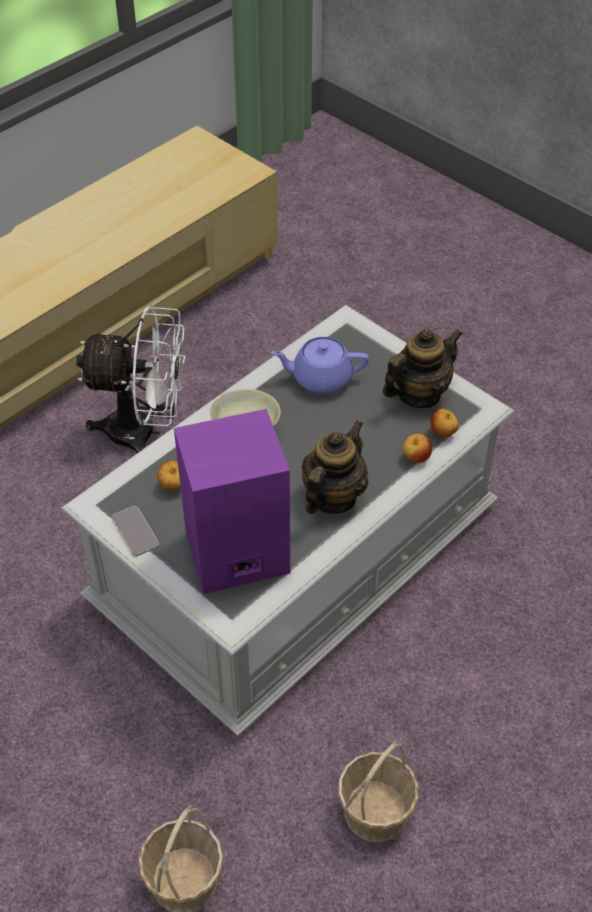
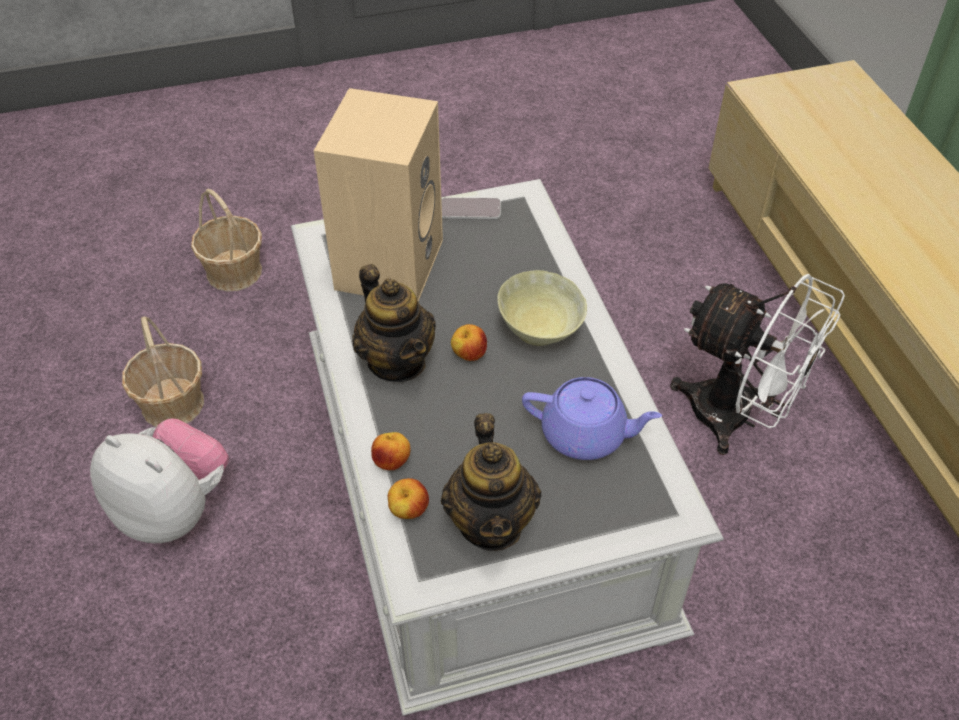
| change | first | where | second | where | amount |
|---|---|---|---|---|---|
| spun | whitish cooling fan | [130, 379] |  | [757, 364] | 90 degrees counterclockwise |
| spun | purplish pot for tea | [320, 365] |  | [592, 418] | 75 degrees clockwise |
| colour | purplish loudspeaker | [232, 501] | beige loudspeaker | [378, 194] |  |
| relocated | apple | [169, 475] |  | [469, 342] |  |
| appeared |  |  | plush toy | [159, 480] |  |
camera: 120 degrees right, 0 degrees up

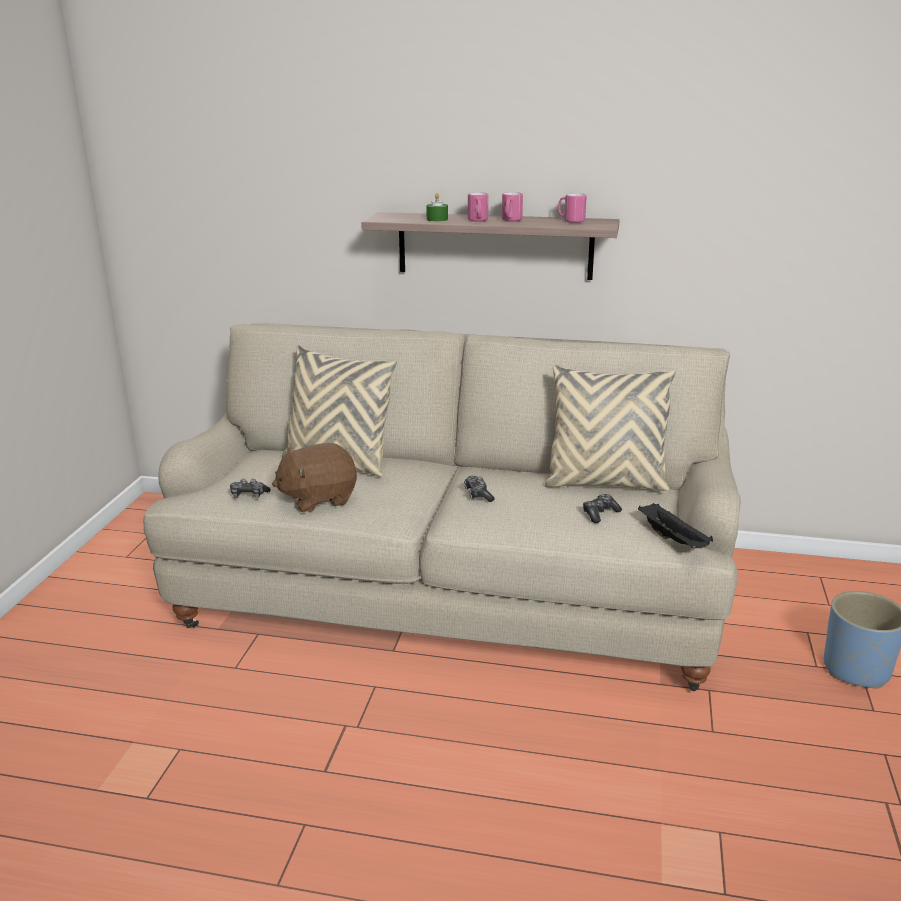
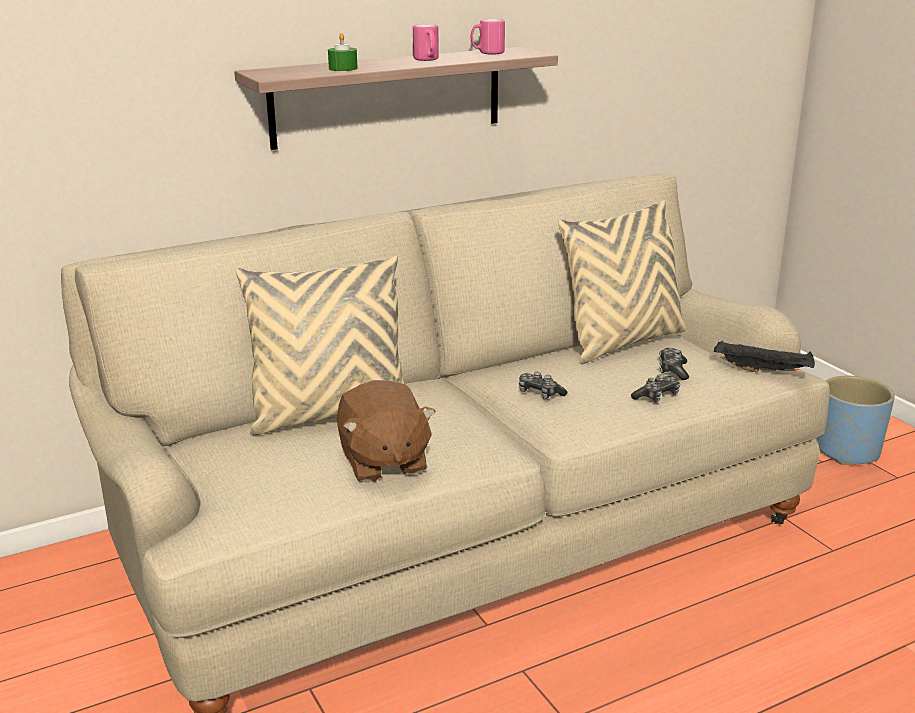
| change | first | where | second | where | amount |
|---|---|---|---|---|---|
| missing | pinkish mug | [478, 207] |  |  |  |
| spun | brown plush toy | [314, 477] |  | [386, 431] | 45 degrees counterclockwise |
| relocated | gamepad | [250, 488] |  | [655, 388] |  |
camera: 40 degrees left, 0 degrees up

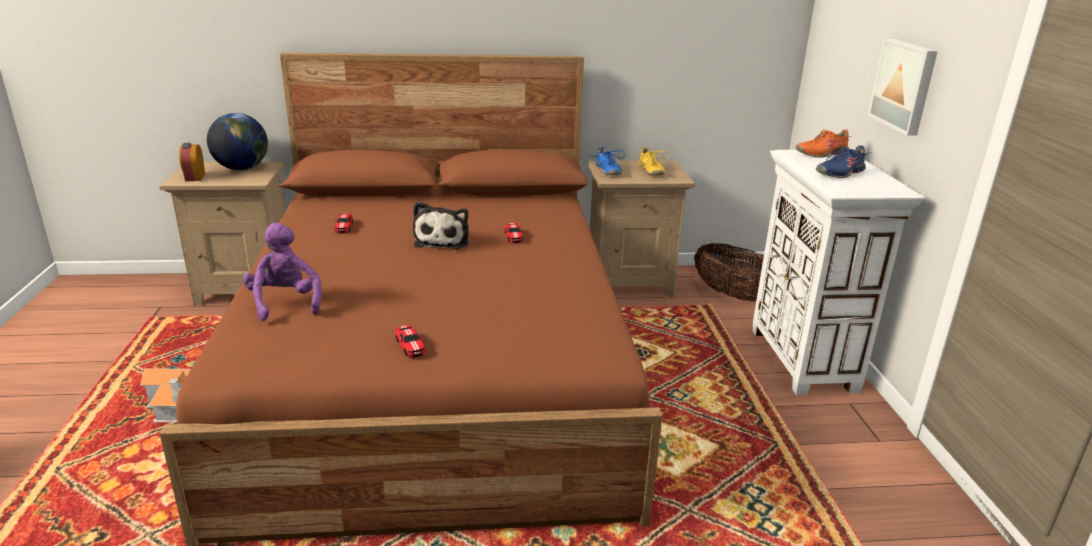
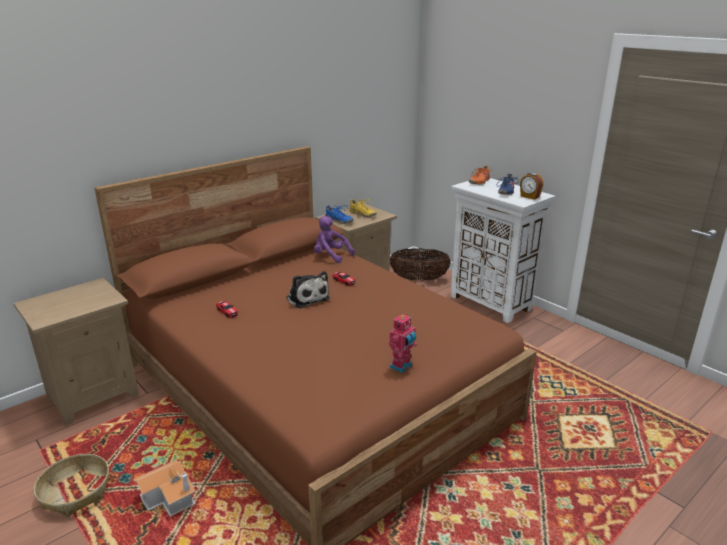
| change | first | where | second | where | amount |
|---|---|---|---|---|---|
| missing | wall picture | [903, 87] |  |  |  |
| missing | world globe | [237, 141] |  |  |  |
| relocated | alarm clock | [192, 162] |  | [532, 186] |  |
| relocated | purplish plush toy | [282, 272] |  | [334, 239] |  |
| exchanged | toy car | [410, 341] | model robot | [403, 343] |  |
| appeared |  |  | household basket | [71, 485] |  |
camera: 35 degrees left, 0 degrees up

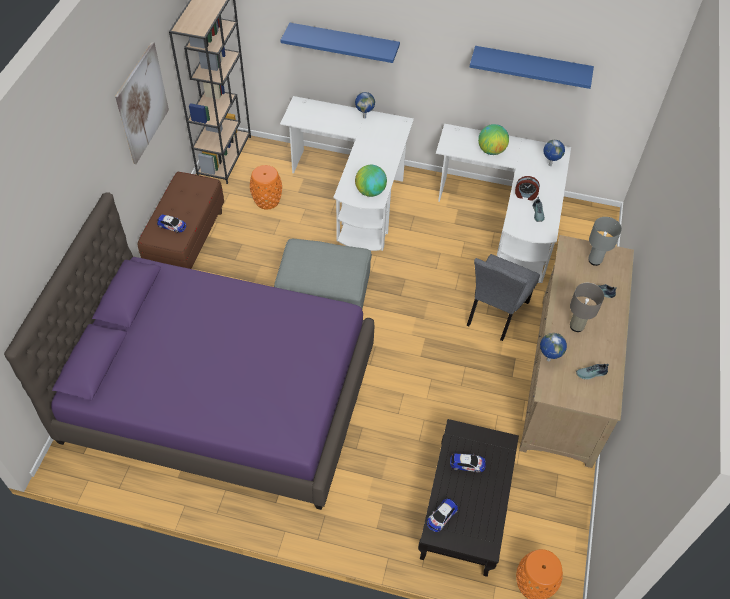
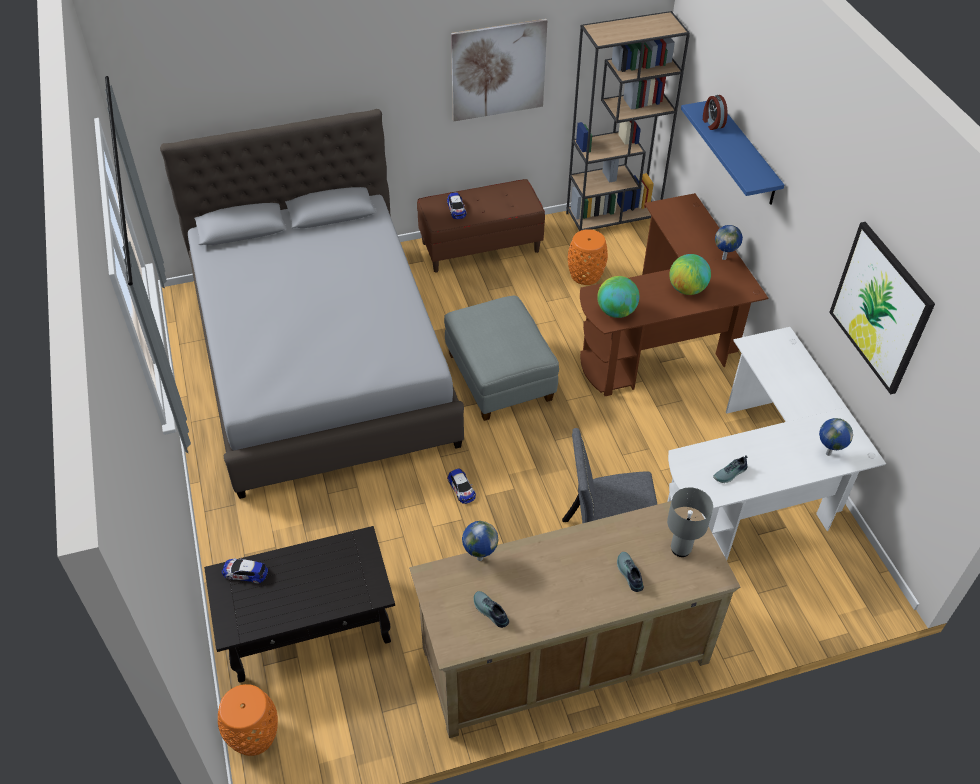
| change | first | where | second | where | amount |
|---|---|---|---|---|---|
| exchanged | blue wall shelf | [532, 67] | wall picture | [882, 308] |  |
| colour | whitish desk | [347, 173] | brown desk | [674, 294] |  |
| relocated | world globe | [493, 139] |  | [690, 274] |  |
| relocated | alarm clock | [527, 188] |  | [715, 112] |  |
| colour | purplish bed | [189, 351] | gray bed | [312, 304] |  |
| missing | gray lamp for a table | [587, 307] |  |  |  |
| relocated | toy car | [468, 463] |  | [461, 486] |  |
camera: 60 degrees right, 5 degrees down

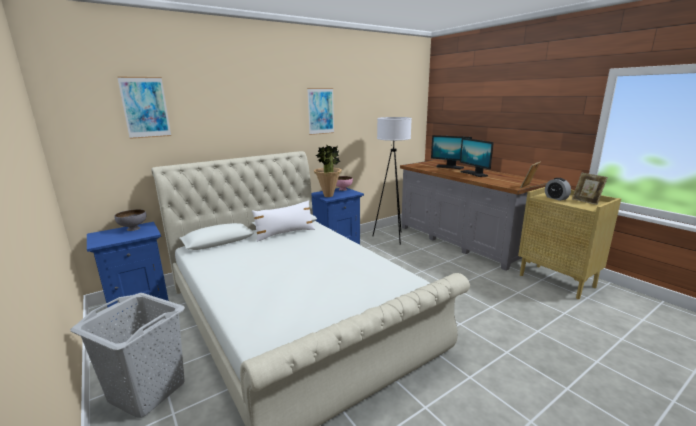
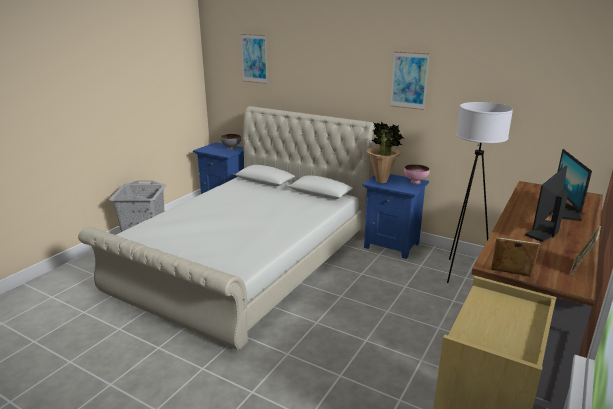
| change | first | where | second | where | amount |
|---|---|---|---|---|---|
| relocated | standing frame | [590, 189] |  | [585, 250] |  |
| missing | alarm clock | [558, 189] |  |  |  |
| missing | whitish cushion | [283, 221] |  |  |  |
camera: 65 degrees right, 5 degrees up

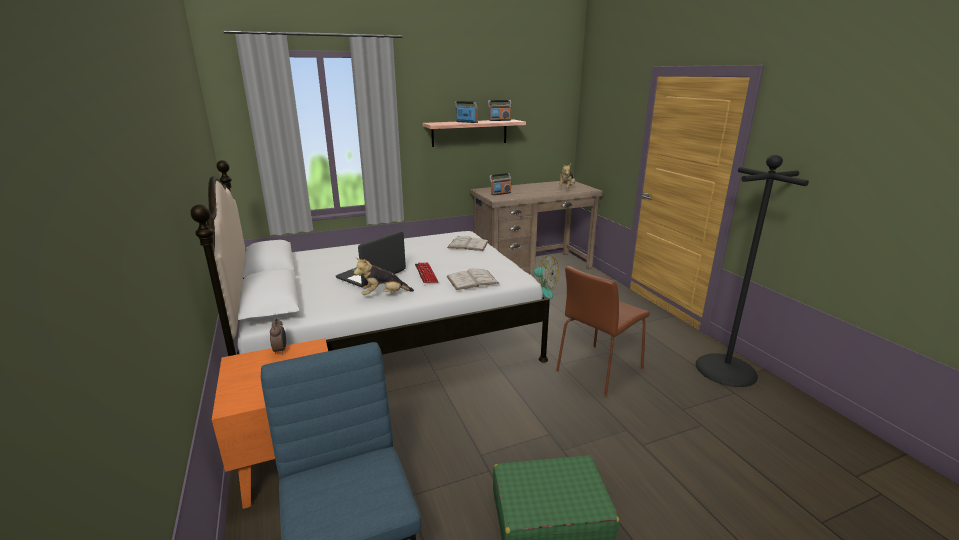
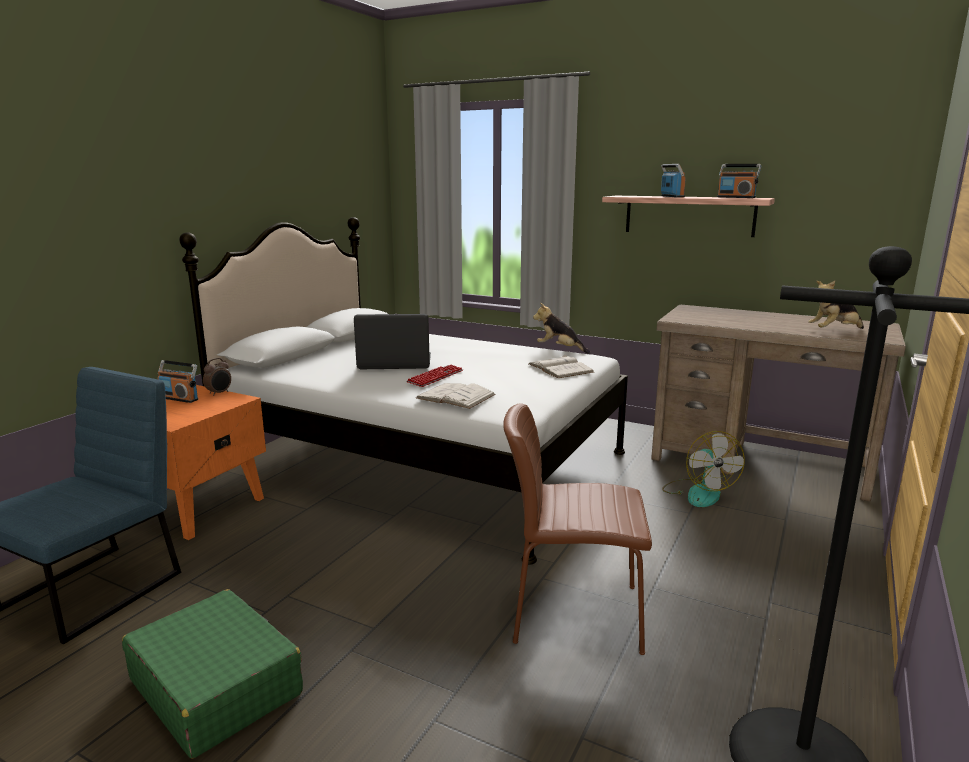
| change | first | where | second | where | amount |
|---|---|---|---|---|---|
| relocated | radio | [500, 184] |  | [177, 381] |  |
| relocated | plush toy | [384, 276] |  | [562, 328] |  |
camera: 50 degrees right, 5 degrees down

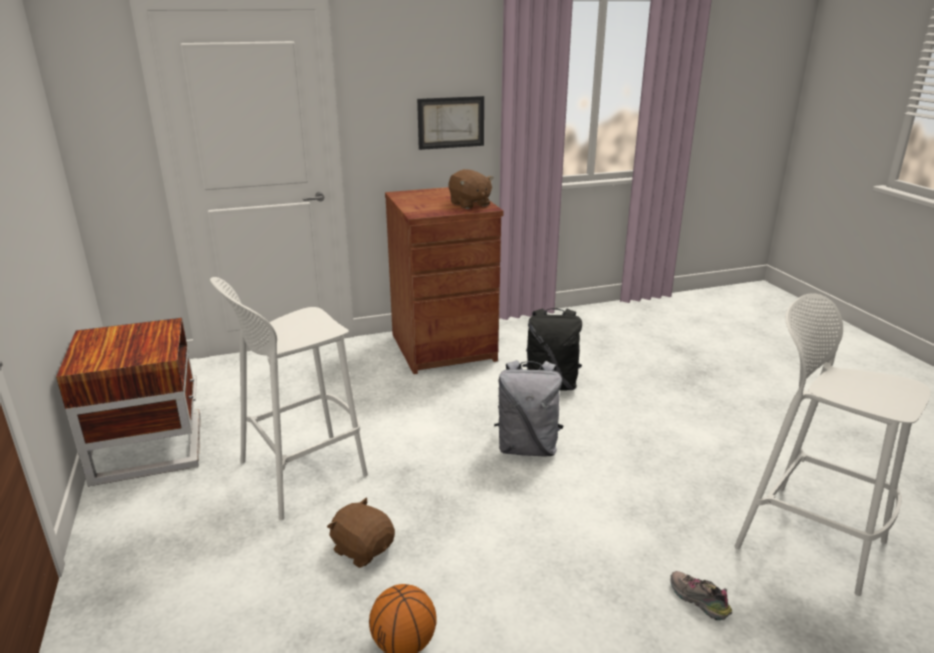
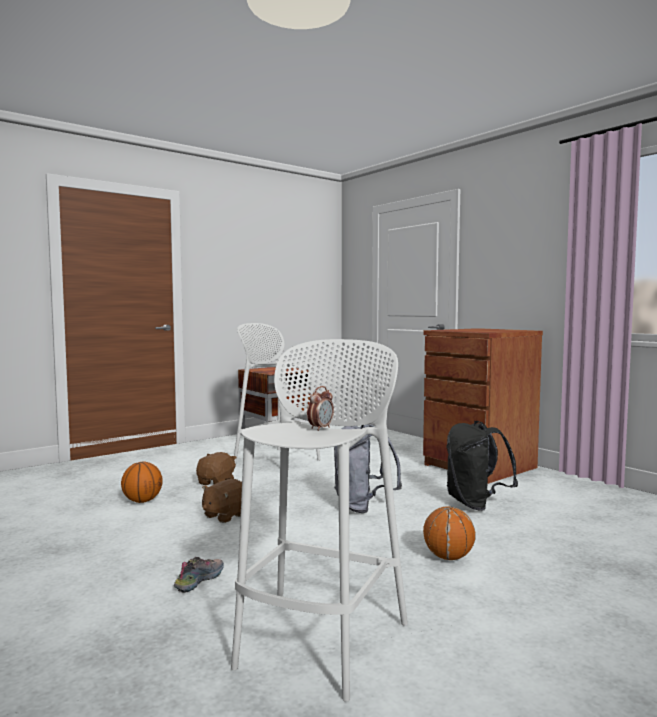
| change | first | where | second | where | amount |
|---|---|---|---|---|---|
| missing | wall picture | [450, 123] |  |  |  |
| relocated | brown plush toy | [471, 189] |  | [222, 501] |  |
| appeared |  |  | alarm clock | [320, 408] |  |
| appeared |  |  | basketball | [449, 533] |  |
camera: 70 degrees right, 20 degrees down

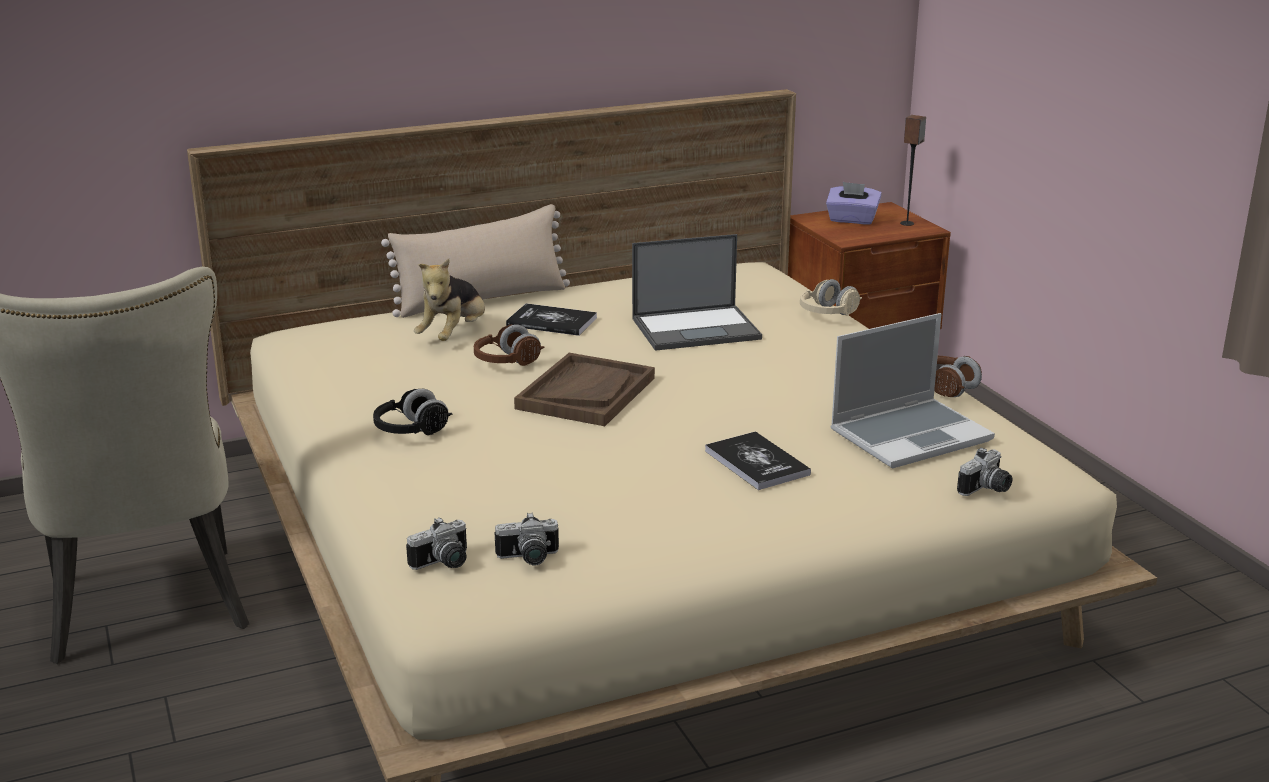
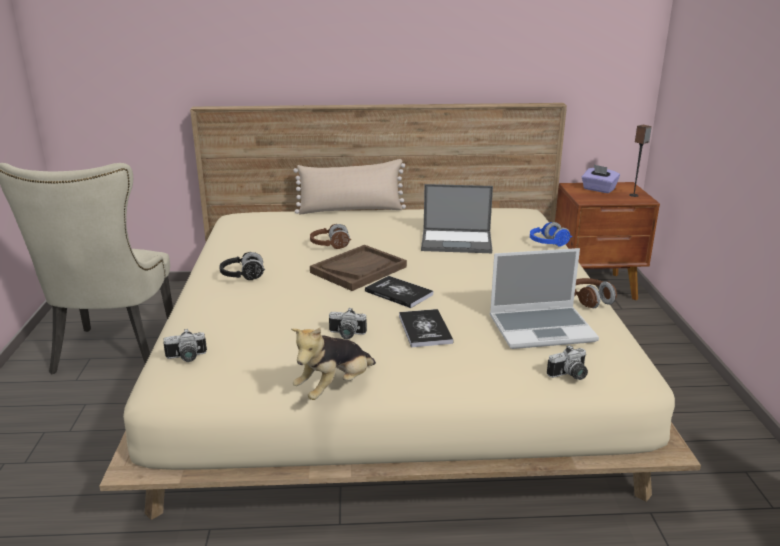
| change | first | where | second | where | amount |
|---|---|---|---|---|---|
| relocated | plush toy | [449, 300] |  | [333, 364] |  |
| colour | beige pair of headphones | [831, 297] | blue pair of headphones | [551, 234] |  |
| relocated | bound book | [551, 319] |  | [399, 292] |  |
| relocated | still camera | [526, 539] |  | [348, 323] |  |
camera: 20 degrees right, 0 degrees up

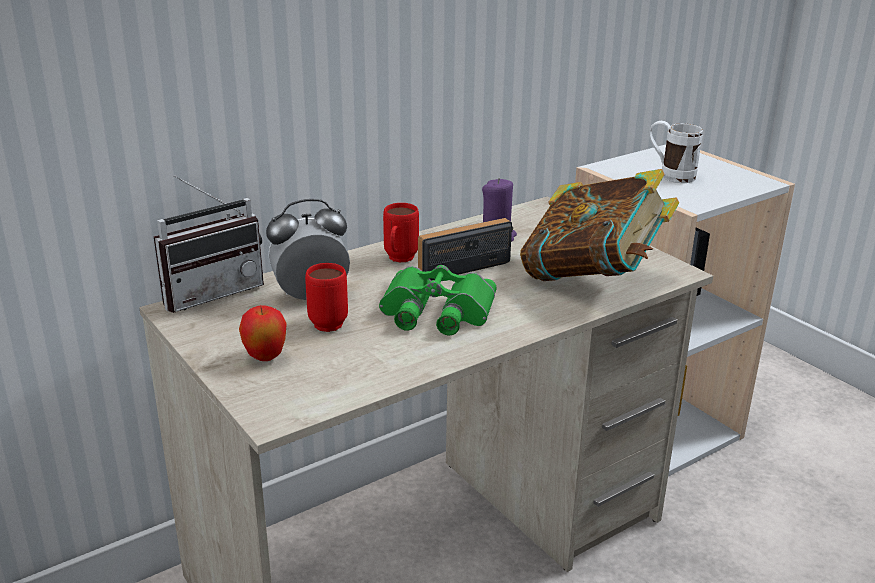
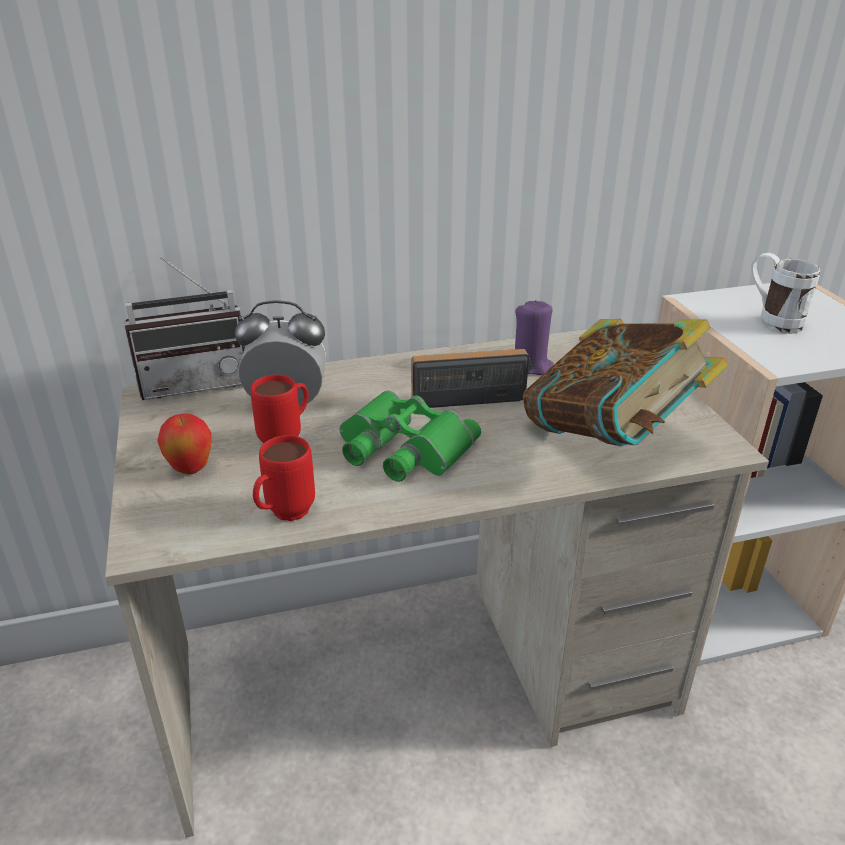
| change | first | where | second | where | amount |
|---|---|---|---|---|---|
| relocated | red-coloured mug | [401, 232] |  | [284, 478] |  |
camera: 20 degrees right, 5 degrees up

